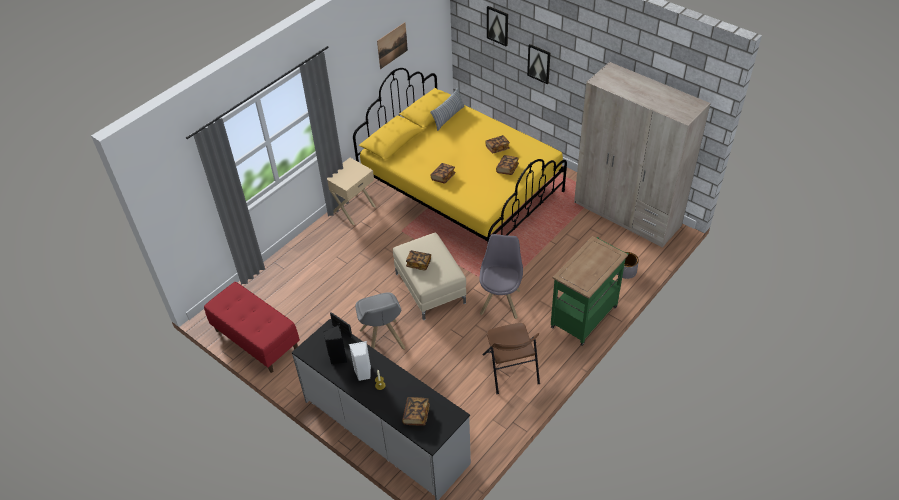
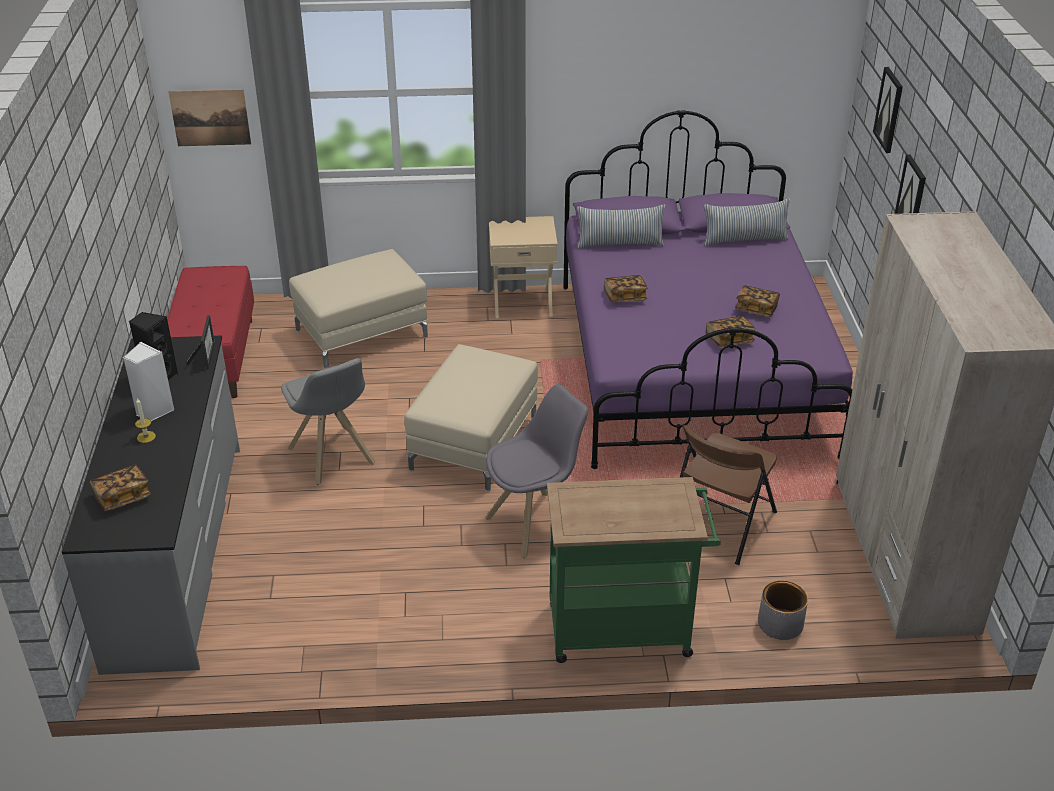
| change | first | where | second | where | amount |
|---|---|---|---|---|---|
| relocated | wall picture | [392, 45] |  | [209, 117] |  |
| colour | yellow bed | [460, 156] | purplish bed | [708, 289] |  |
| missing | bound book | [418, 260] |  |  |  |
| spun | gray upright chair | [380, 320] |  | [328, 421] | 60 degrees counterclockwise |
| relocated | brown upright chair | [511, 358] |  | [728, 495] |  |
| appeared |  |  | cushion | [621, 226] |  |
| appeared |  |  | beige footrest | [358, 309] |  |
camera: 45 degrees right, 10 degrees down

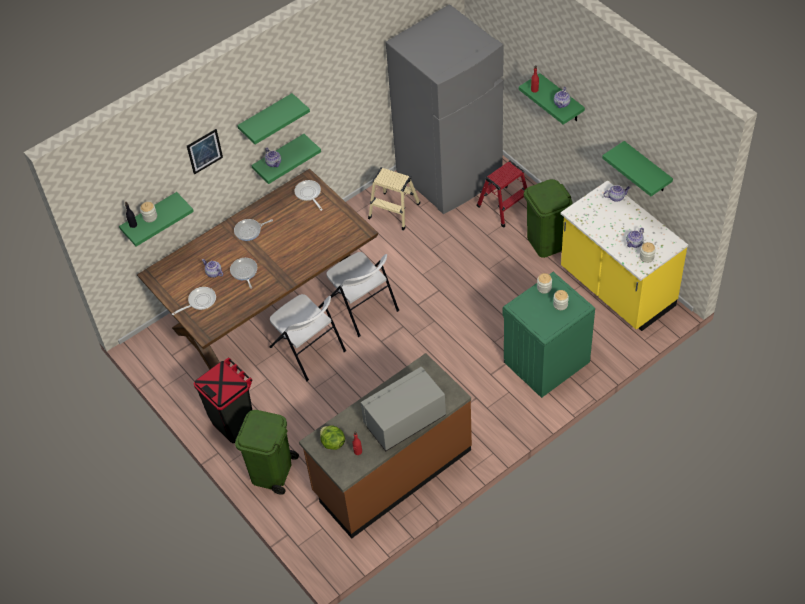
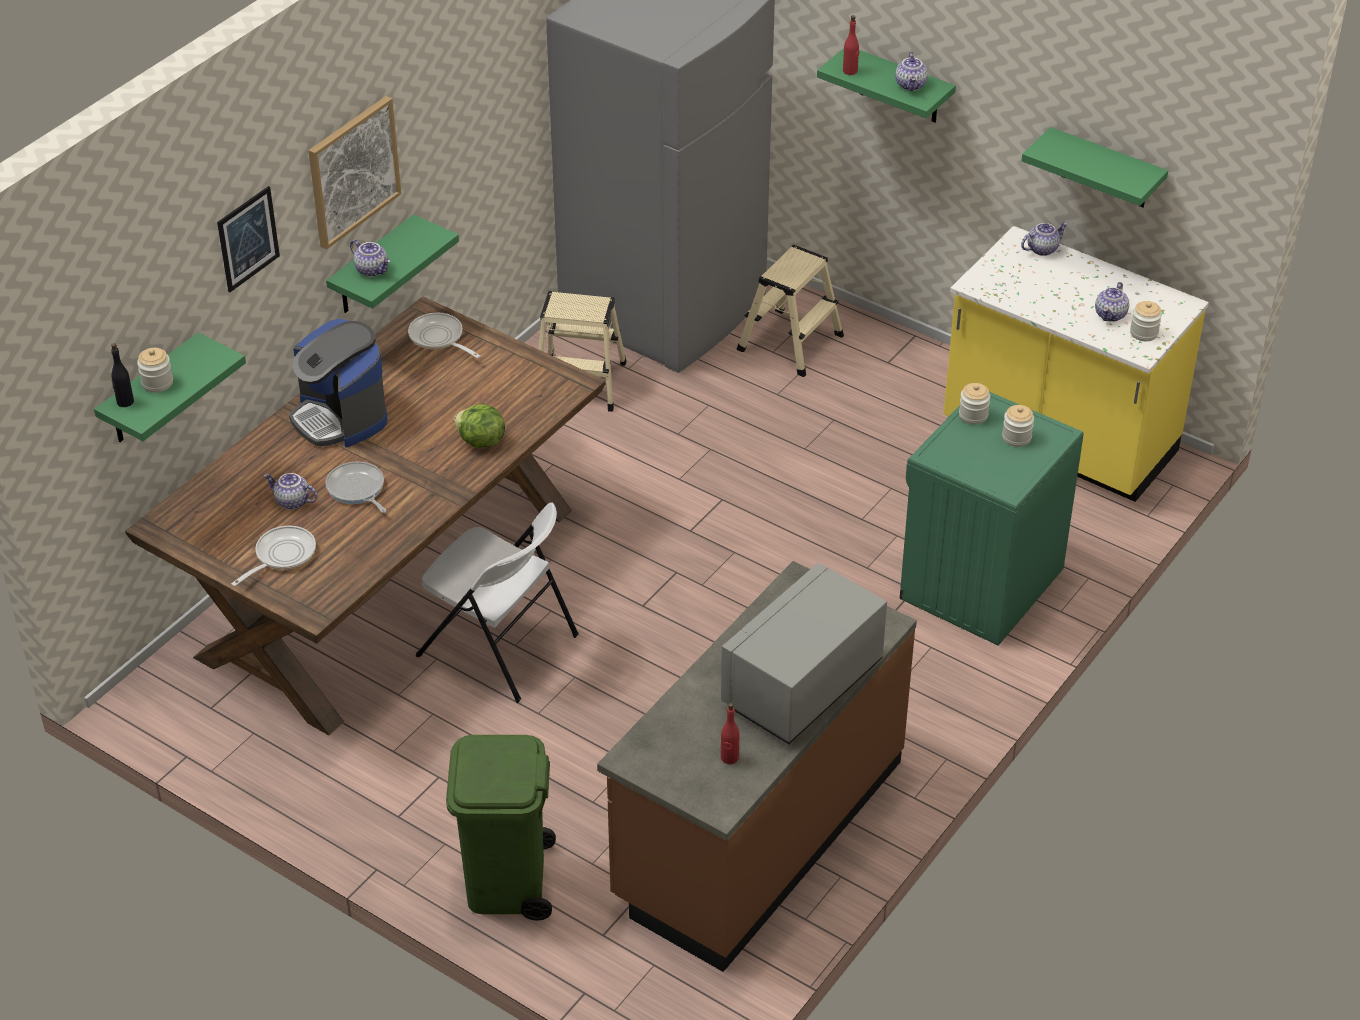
| change | first | where | second | where | amount |
|---|---|---|---|---|---|
| exchanged | green wall shelf | [273, 118] | wall picture | [355, 173] |  |
| colour | red-coloured step stool | [501, 194] | beige step stool | [790, 311] |  |
| missing | green trash can | [548, 218] |  |  |  |
| exchanged | skillet | [253, 230] | coffee maker | [338, 383] |  |
| missing | whitish upright chair | [363, 294] |  |  |  |
| missing | black-coloured trash can | [222, 400] |  |  |  |
| relocated | lettuce head | [332, 438] |  | [479, 426] |  |
camera: 20 degrees left, 10 degrees down

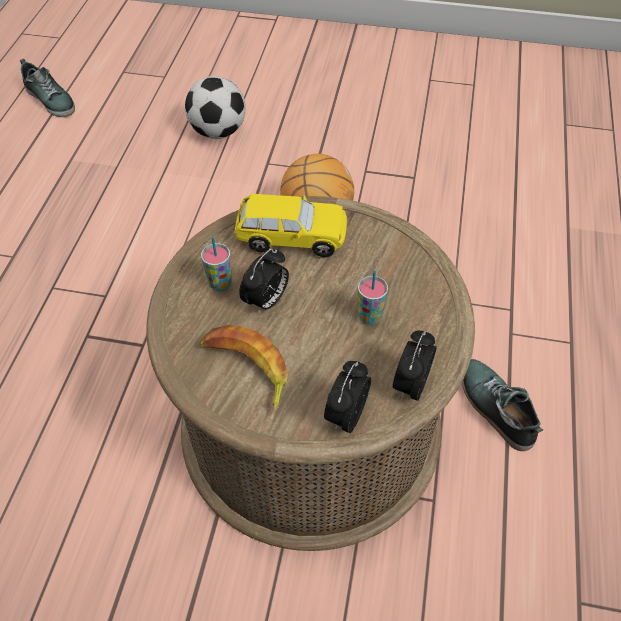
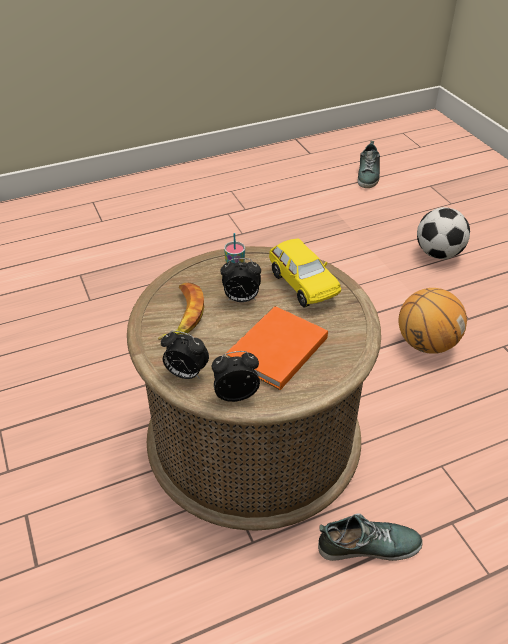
| change | first | where | second | where | amount |
|---|---|---|---|---|---|
| exchanged | cup | [373, 297] | orange-coloured bound book | [276, 348] |  |
| spun | shoe | [502, 405] |  | [370, 537] | 60 degrees clockwise |
| spun | alarm clock | [347, 397] |  | [185, 354] | 150 degrees counterclockwise |
camera: 55 degrees right, 10 degrees down

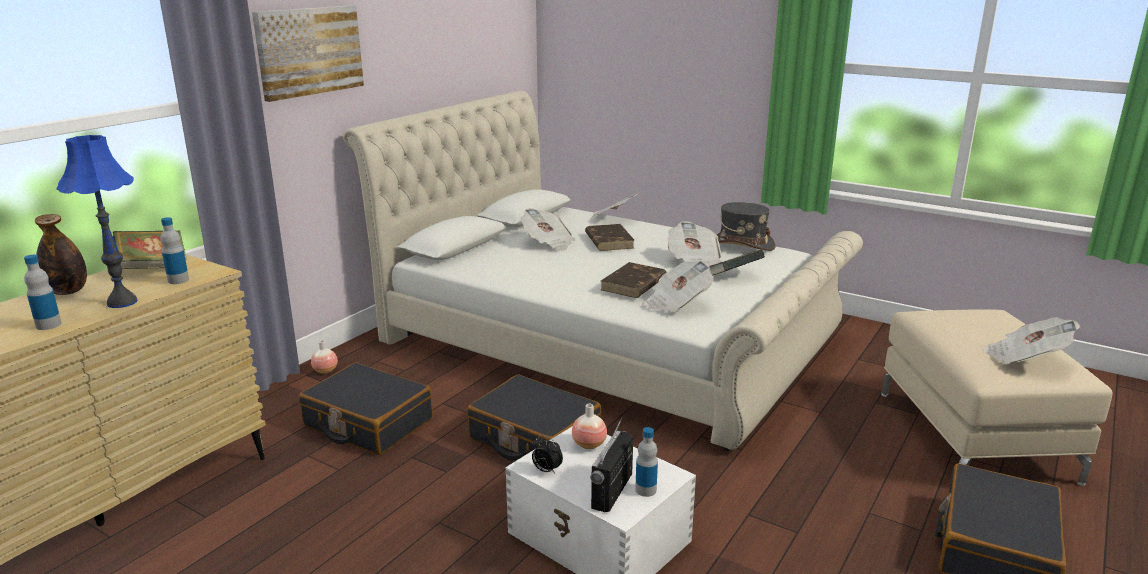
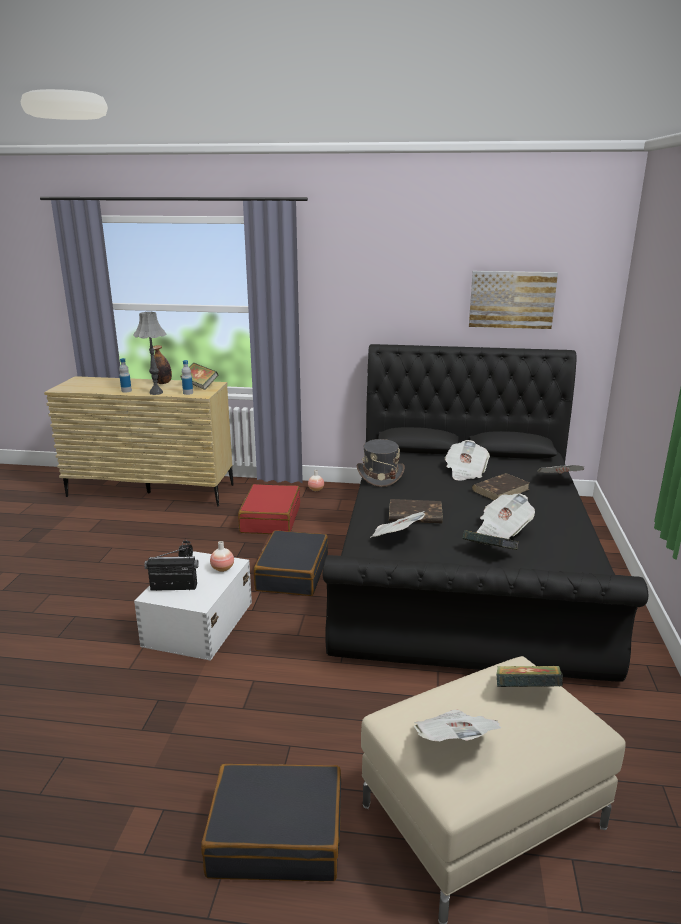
| change | first | where | second | where | amount |
|---|---|---|---|---|---|
| relocated | wall picture | [308, 53] |  | [513, 300] |  |
| colour | beige bed | [603, 271] | black-coloured bed | [485, 513] |  |
| colour | blue lamp for a table | [96, 221] | gray lamp for a table | [149, 353] |  |
| relocated | gray clothing hat | [746, 226] |  | [381, 463] |  |
| colour | black-coloured suitcase | [366, 408] | red-coloured suitcase | [269, 509] |  |
| missing | drink bottle | [646, 462] |  |  |  |
| appeared |  |  | bound book | [529, 676] |  |
camera: 65 degrees right, 0 degrees up

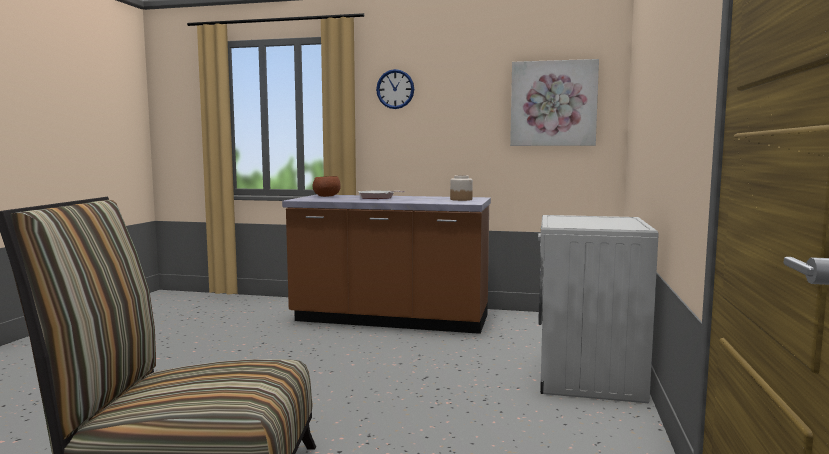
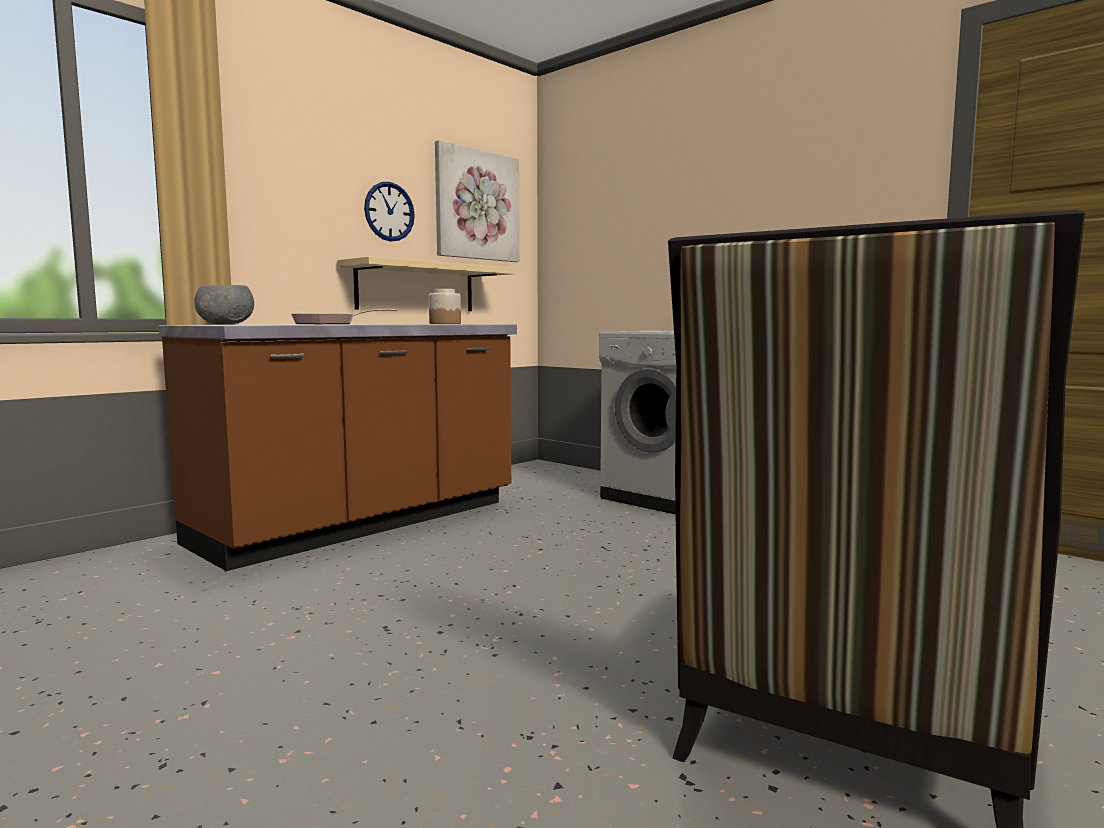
| change | first | where | second | where | amount |
|---|---|---|---|---|---|
| relocated | hanging clock | [395, 89] |  | [389, 212] |  |
| colour | brown bowl | [326, 186] | gray bowl | [224, 304] |  |
| appeared |  |  | beige wall shelf | [426, 283] |  |
camera: 60 degrees left, 0 degrees up

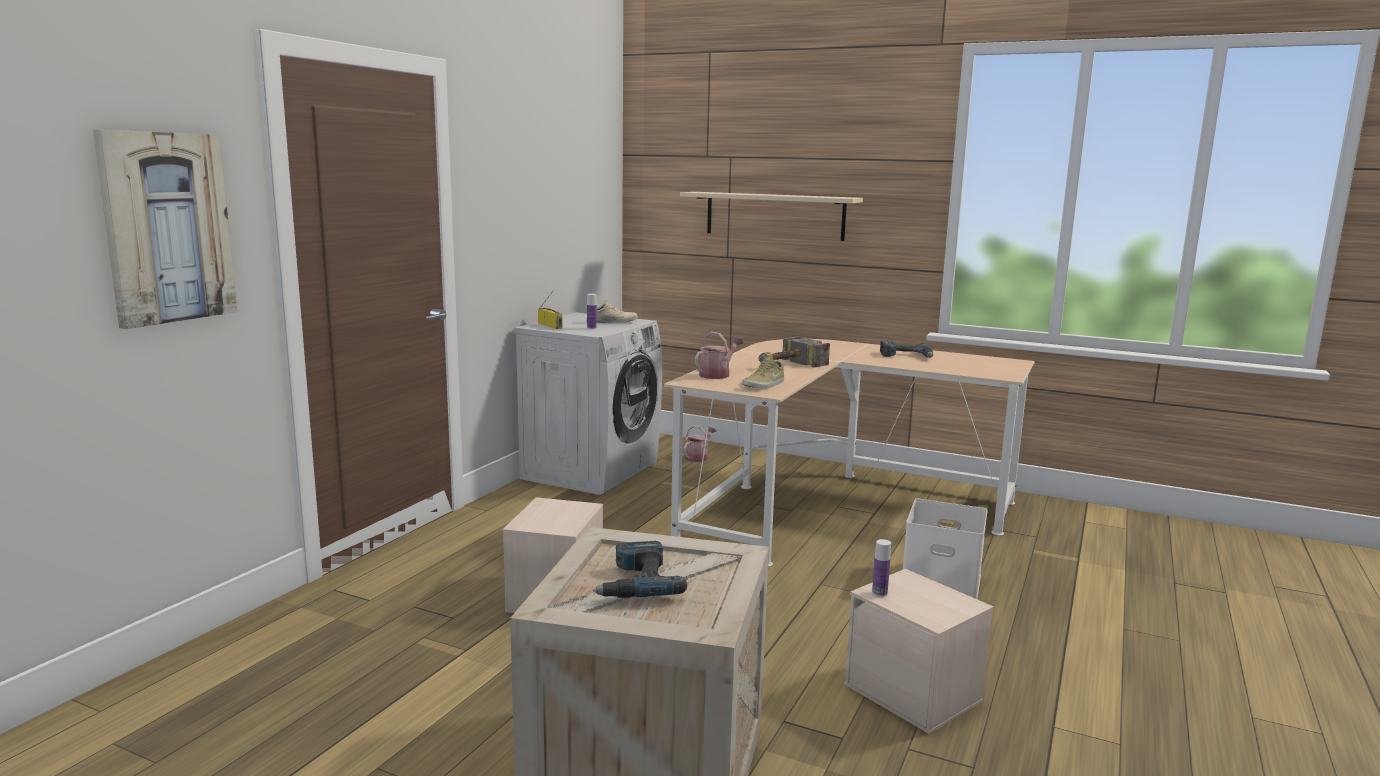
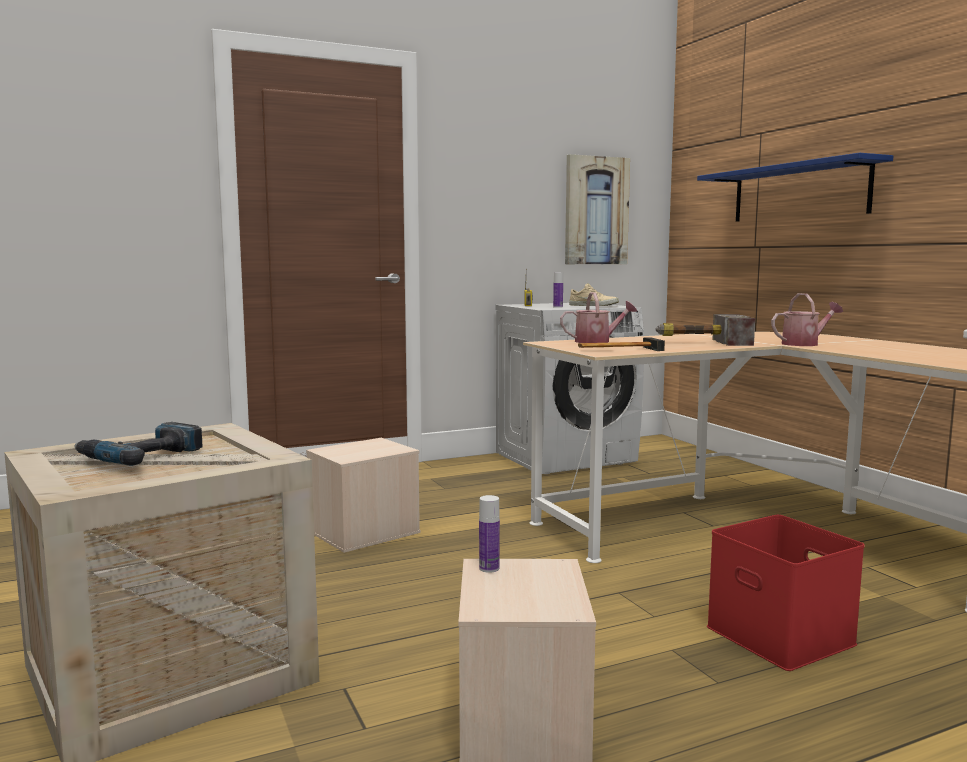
| change | first | where | second | where | amount |
|---|---|---|---|---|---|
| relocated | wall picture | [165, 229] |  | [597, 209] |  |
| colour | beige wall shelf | [771, 216] | blue wall shelf | [795, 187] |  |
| missing | electric drill | [906, 349] |  |  |  |
| exchanged | beige shoe | [763, 373] | hand hammer | [621, 344] |  |
| relocated | watering pot | [700, 444] |  | [807, 319] |  |
| colour | whitish storage bin | [945, 548] | red-coloured storage bin | [786, 593] |  |
camera: 40 degrees right, 5 degrees down

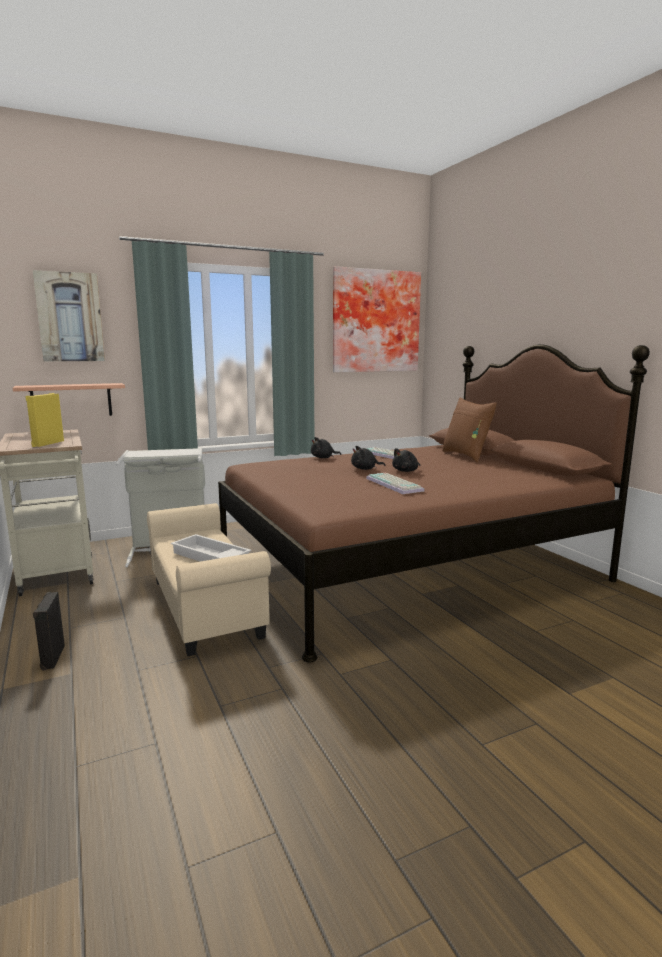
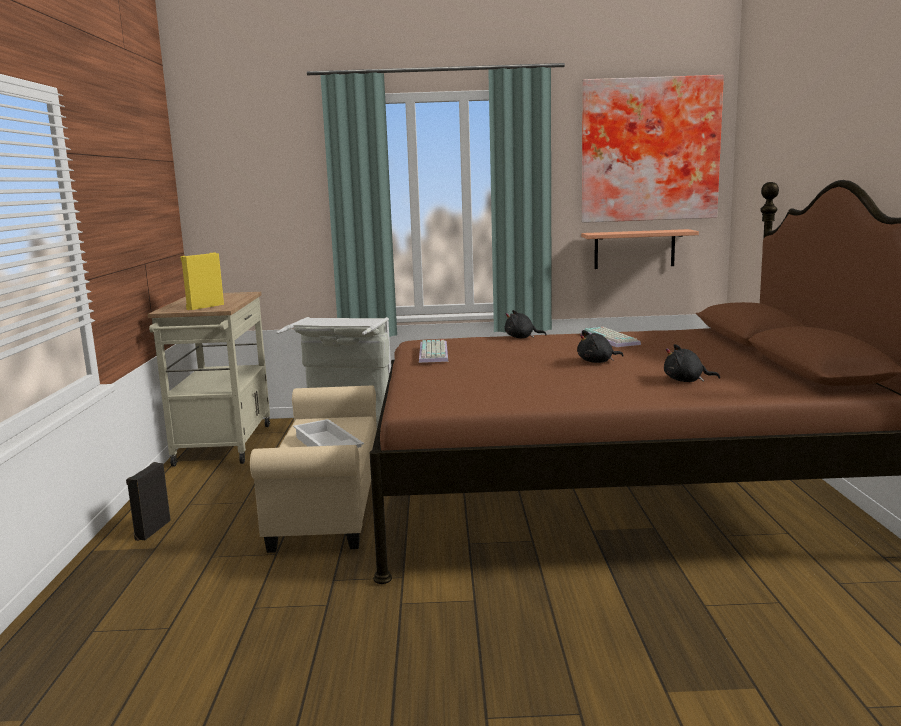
| change | first | where | second | where | amount |
|---|---|---|---|---|---|
| missing | wall picture | [69, 316] |  |  |  |
| relocated | wall shelf | [69, 399] |  | [640, 249] |  |
| missing | brown cushion | [469, 430] |  |  |  |
| relocated | black-coloured plush toy | [368, 458] |  | [692, 363] |  |
| relocated | computer keyboard | [395, 483] |  | [433, 351] |  |
camera: 25 degrees right, 0 degrees up

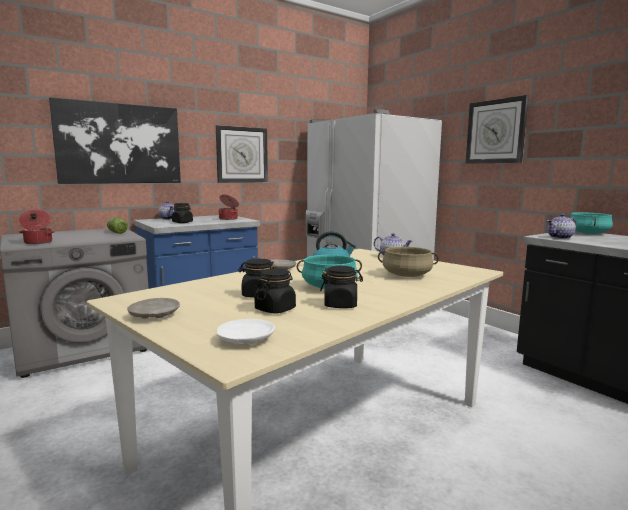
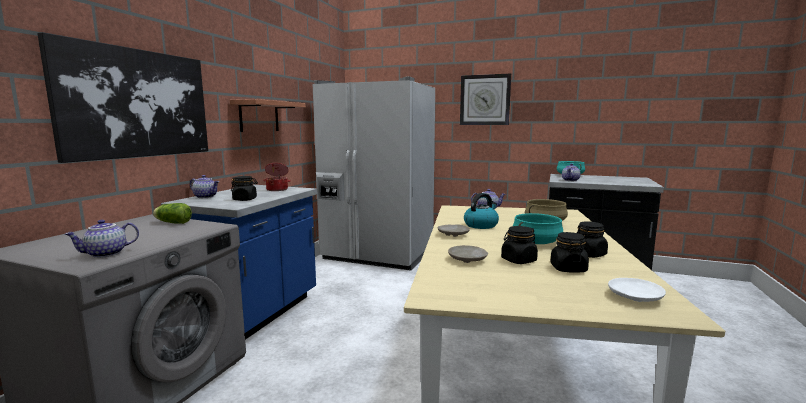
| change | first | where | second | where | amount |
|---|---|---|---|---|---|
| exchanged | hanging clock | [242, 154] | wall shelf | [268, 115] |  |
| exchanged | saucepot | [37, 226] | pot for tea | [101, 239] |  |
| relocated | beige flat dish | [153, 308] |  | [468, 254] |  |
camera: 35 degrees left, 0 degrees up

